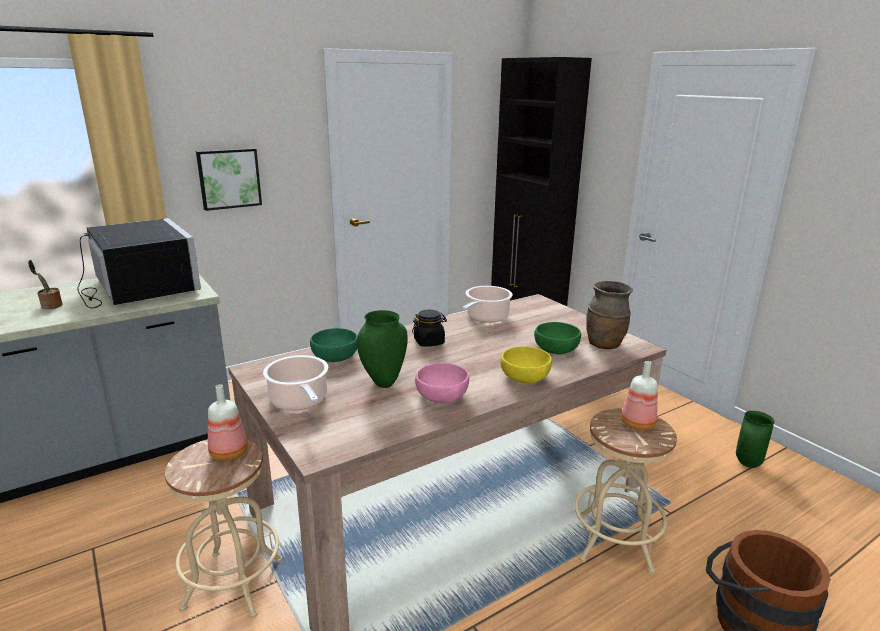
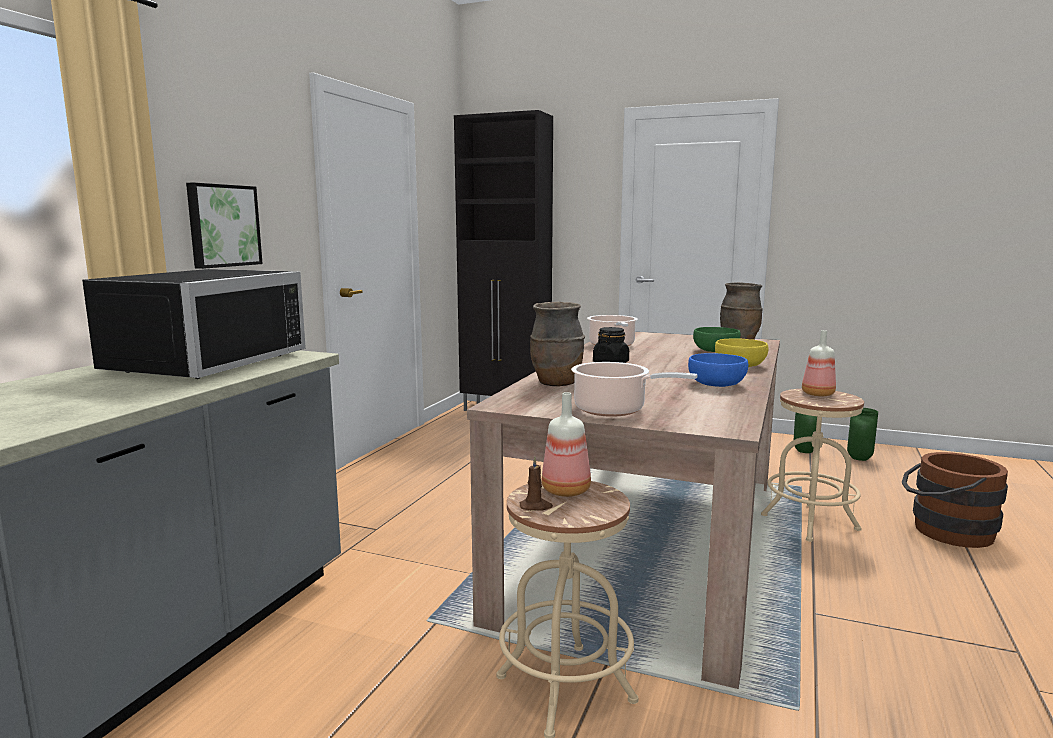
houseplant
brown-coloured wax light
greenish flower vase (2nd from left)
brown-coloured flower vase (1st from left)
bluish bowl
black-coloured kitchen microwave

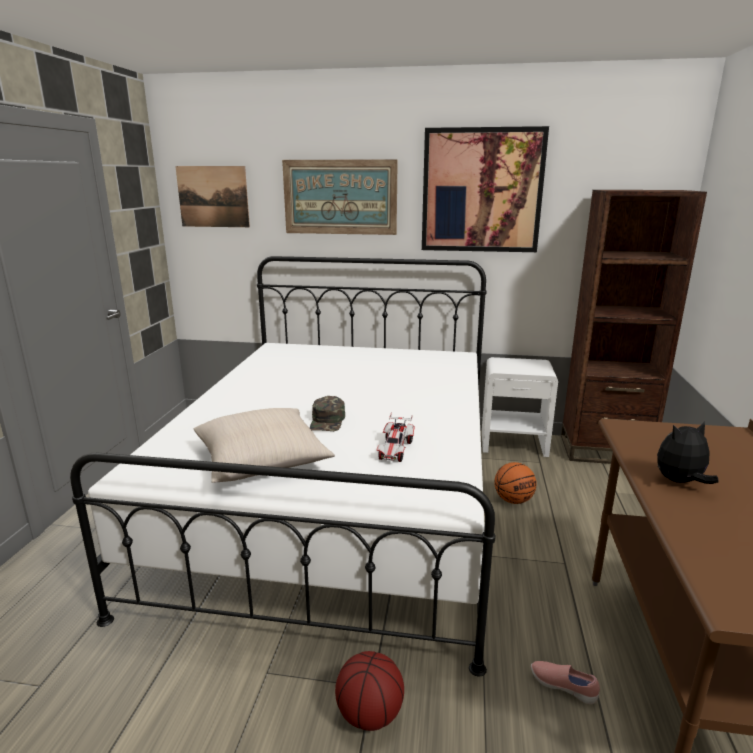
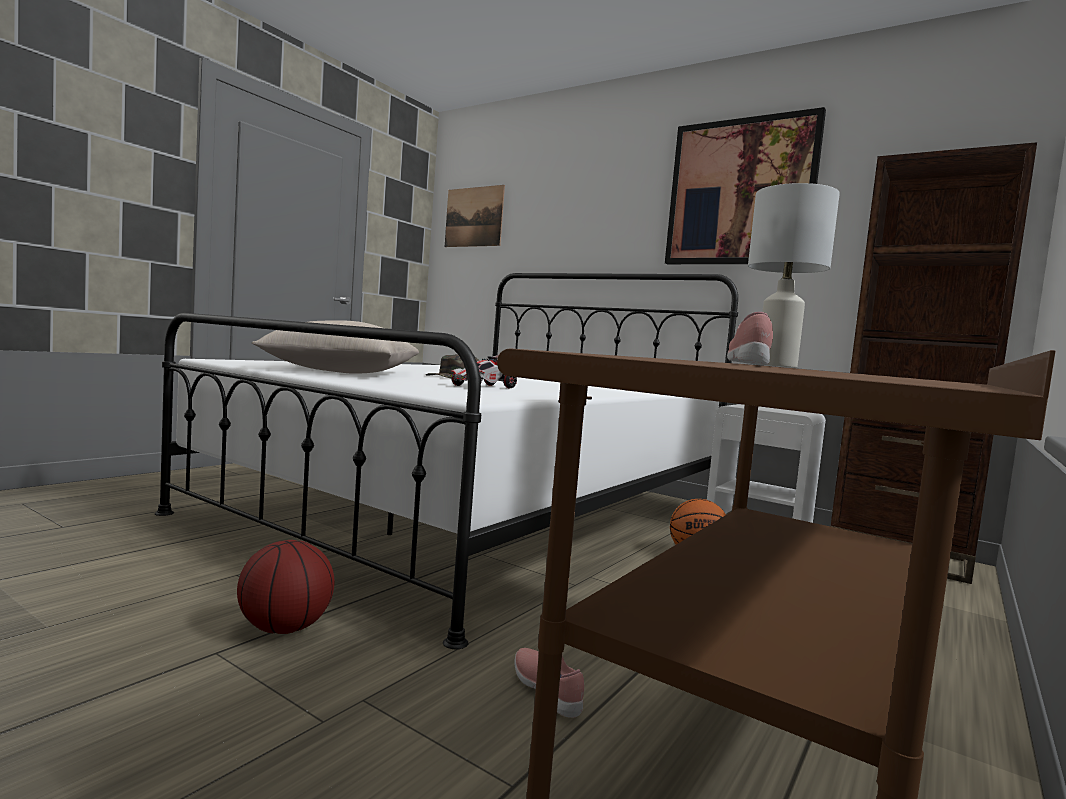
picture (2nd from left in the first image)
whitish table lamp
pink-coloured shoe (2nd from left)

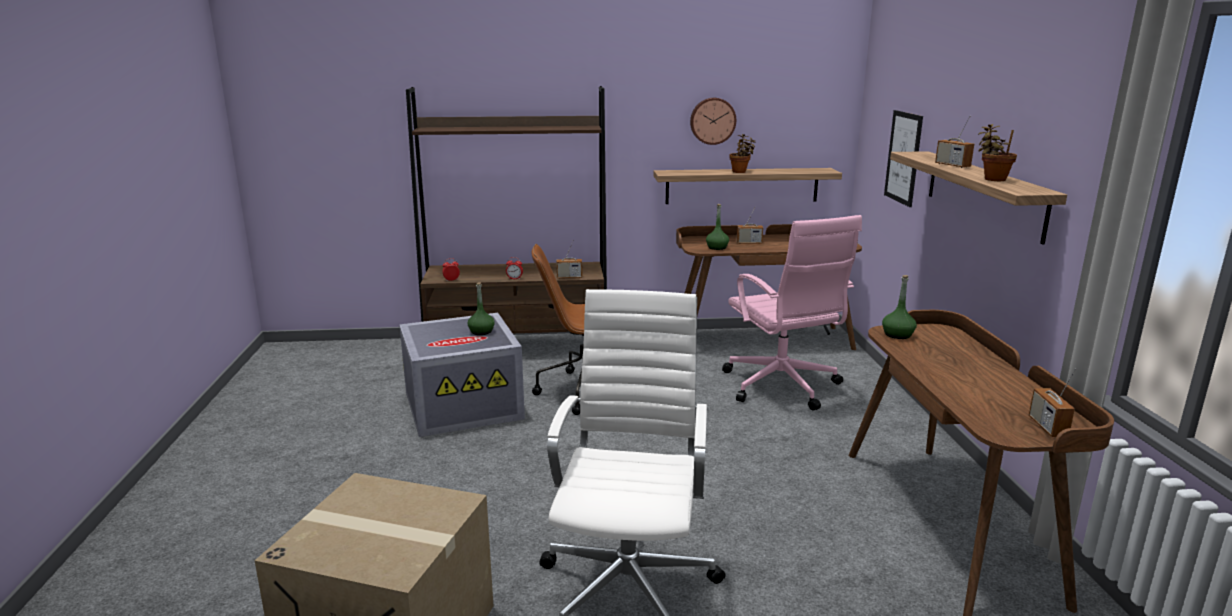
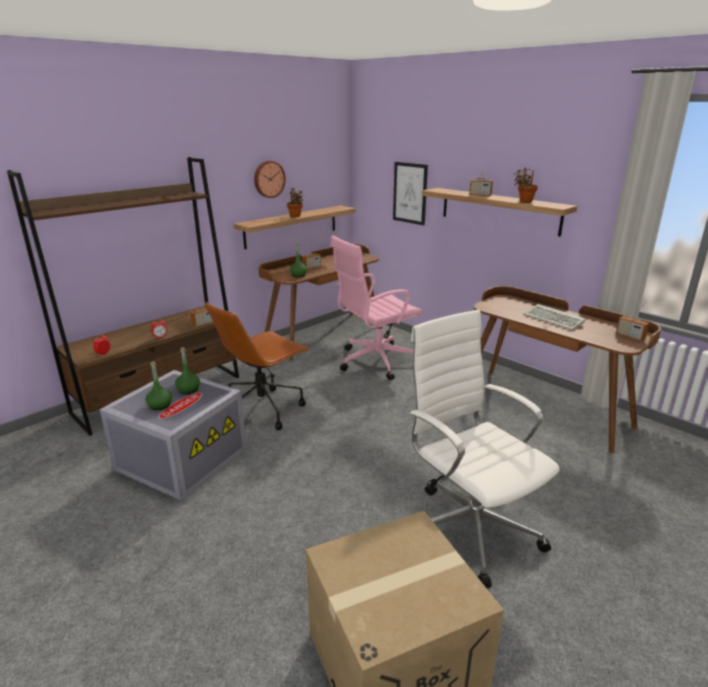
keyboard
greenish drink bottle (1st from left)
pink-coloured computer chair

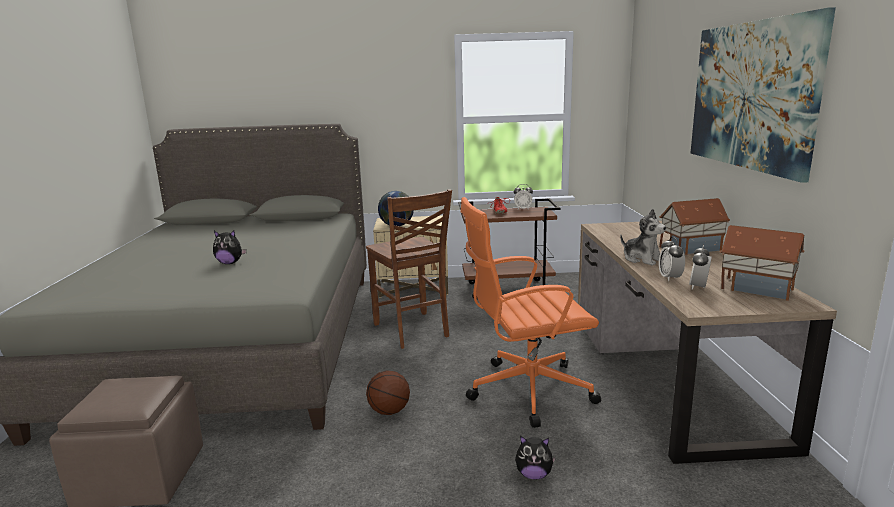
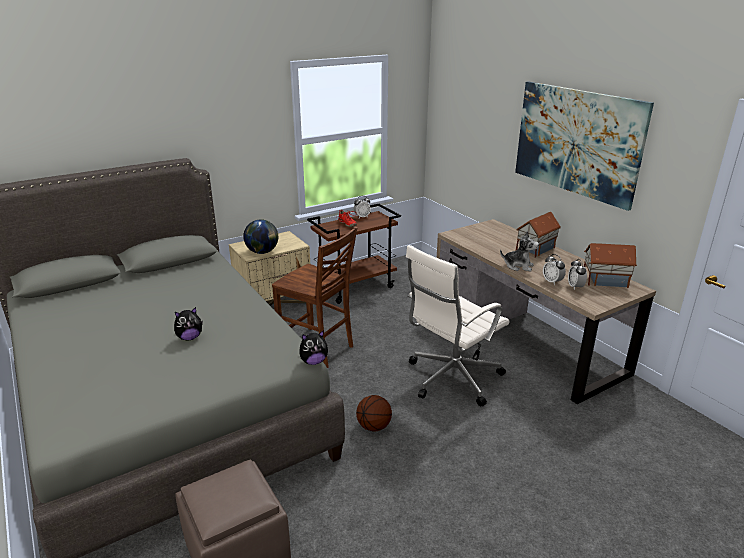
plush toy (2nd from left)
whitish computer chair

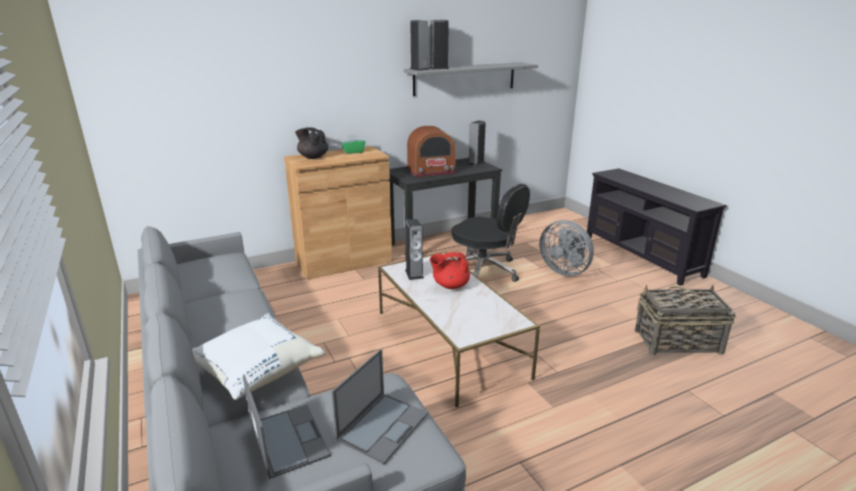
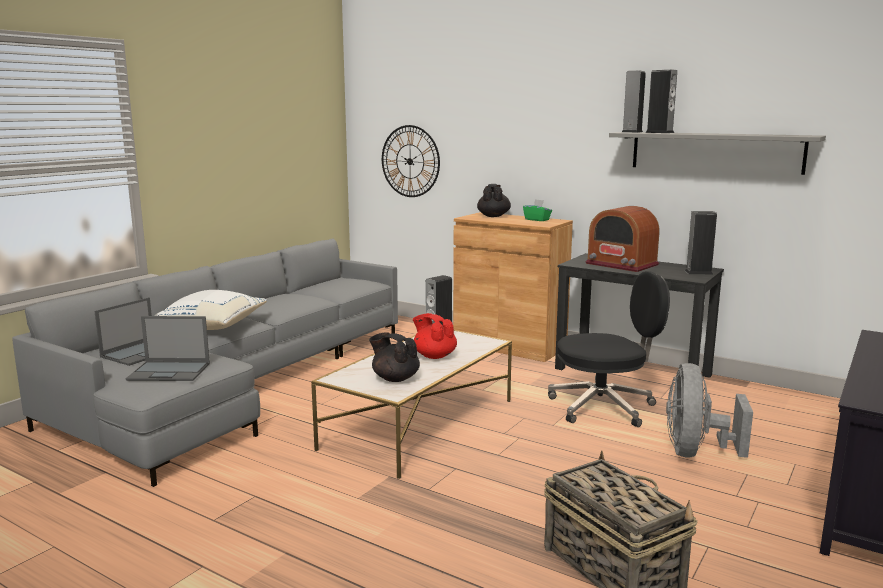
black-coloured tea pot (1st from left)
clock on the wall
black-coloured computer chair

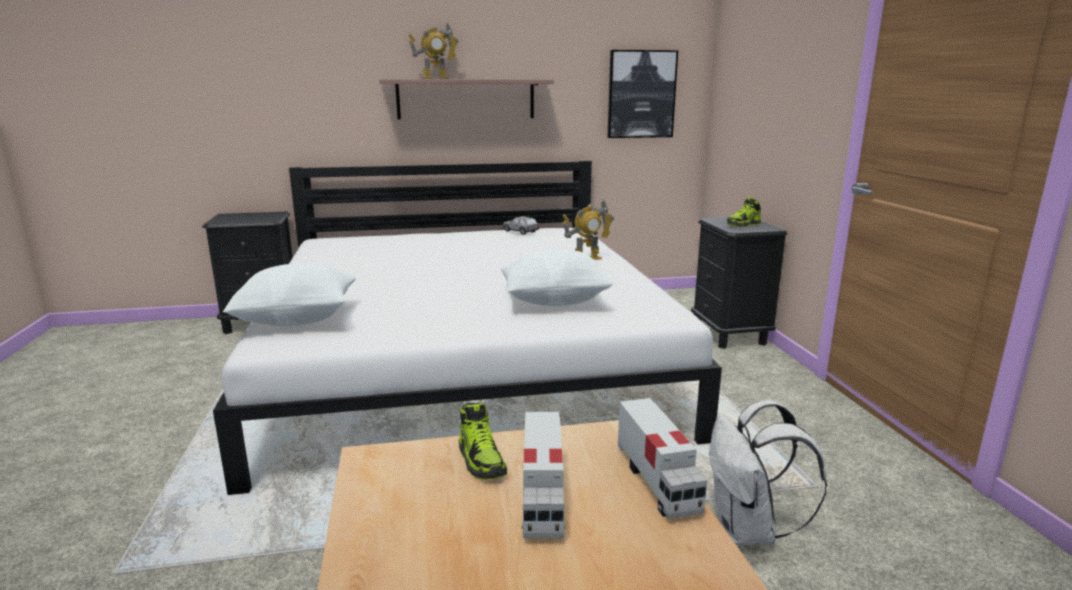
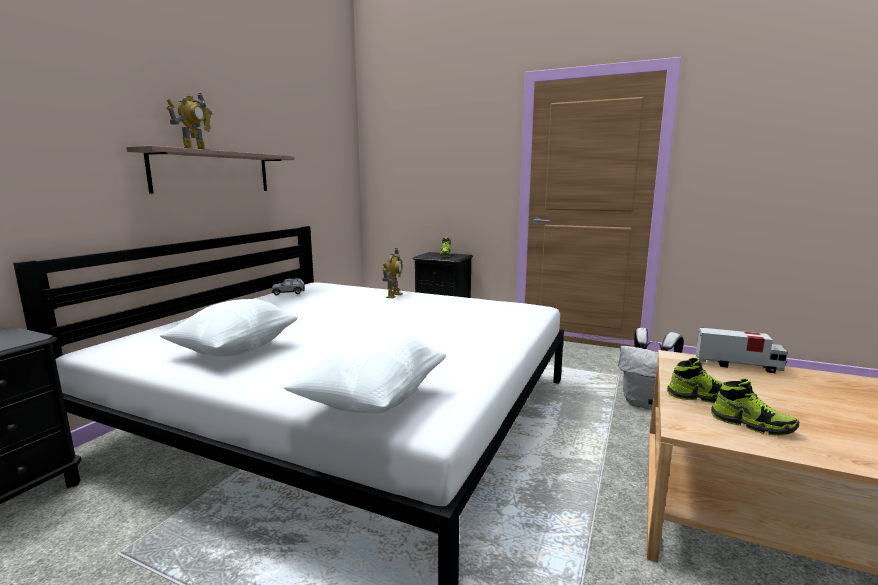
model truck (1st from left in the first image)
picture
shoe (3rd from left)
whitish throw pillow (1st from left)

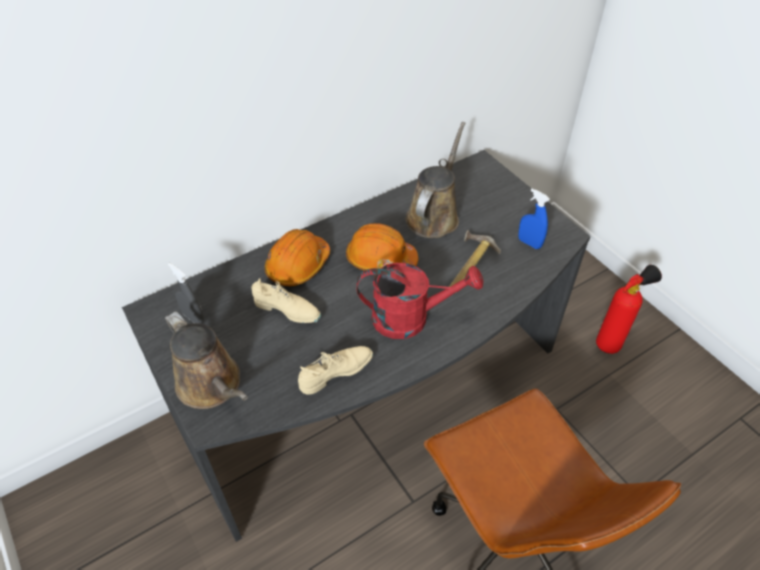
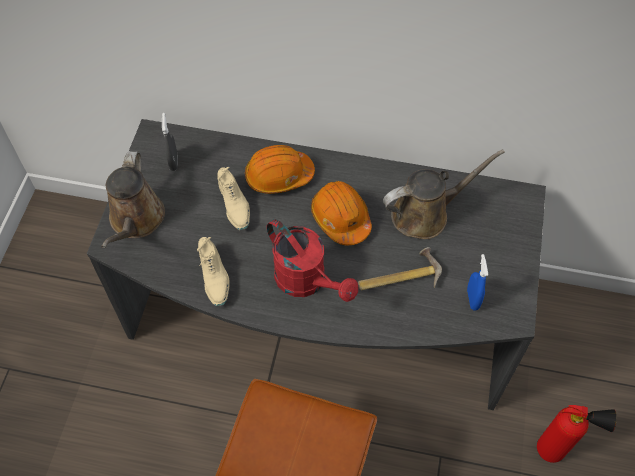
sand-coloured shoe (1st from left)

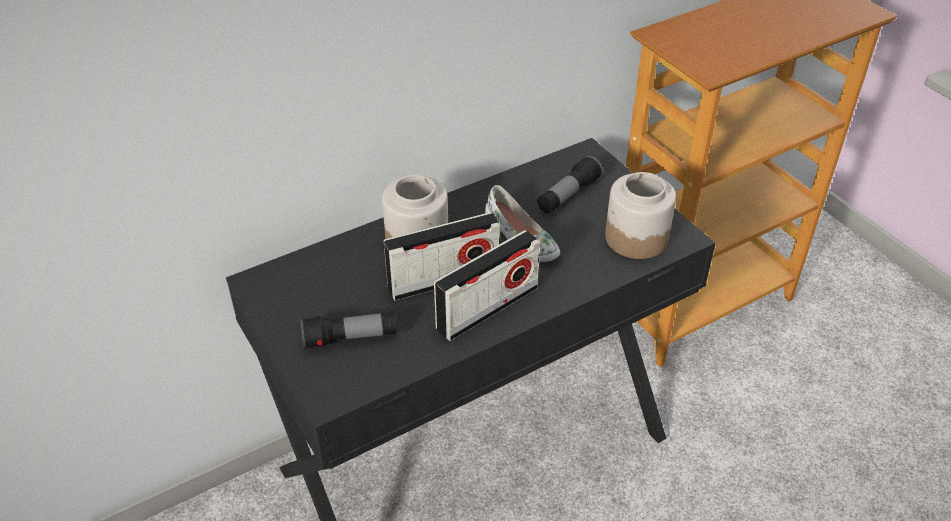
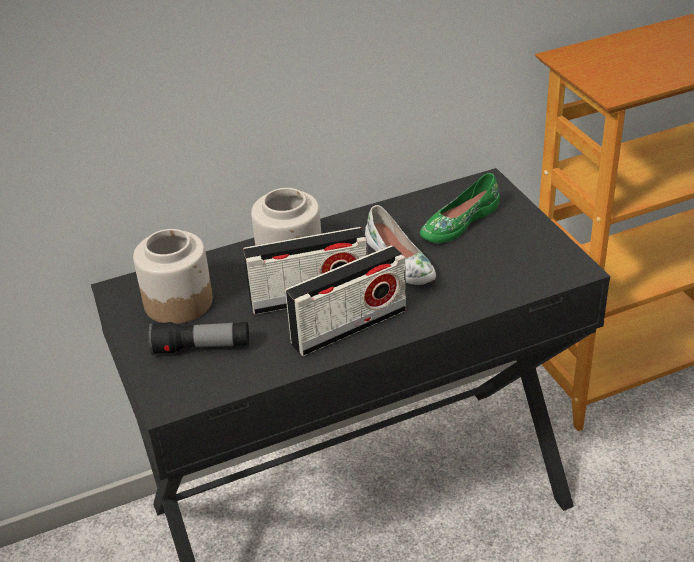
preserve jar (1st from left)
greenish shoe

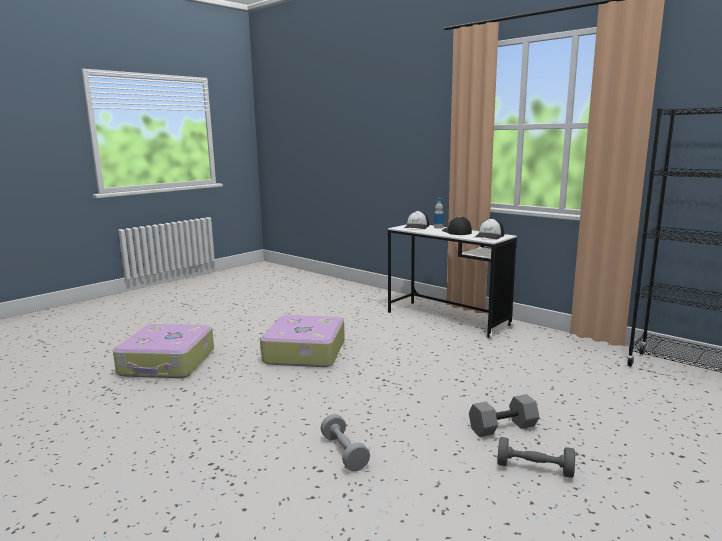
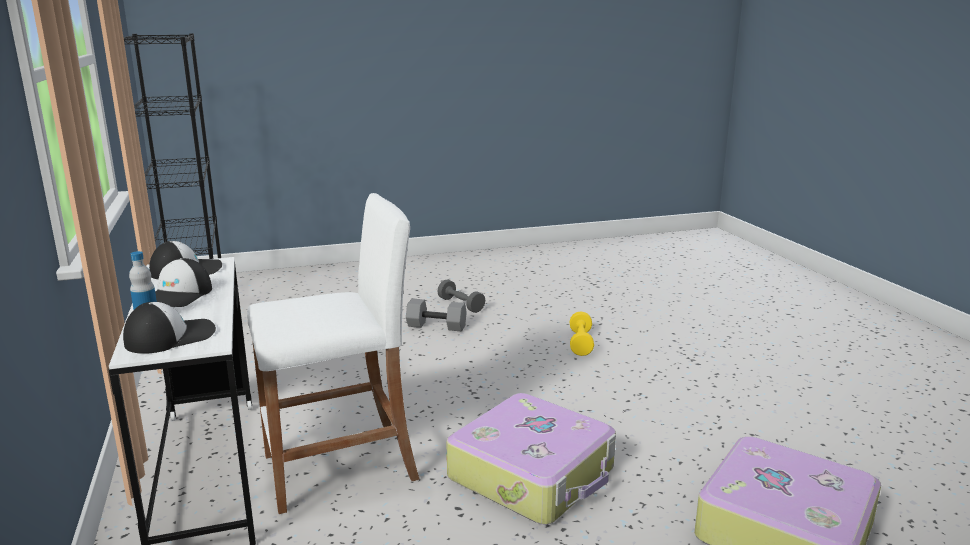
whitish stool
yellowish dumbbell

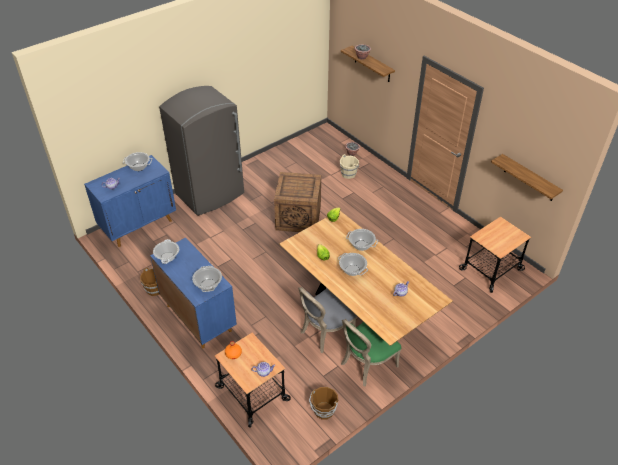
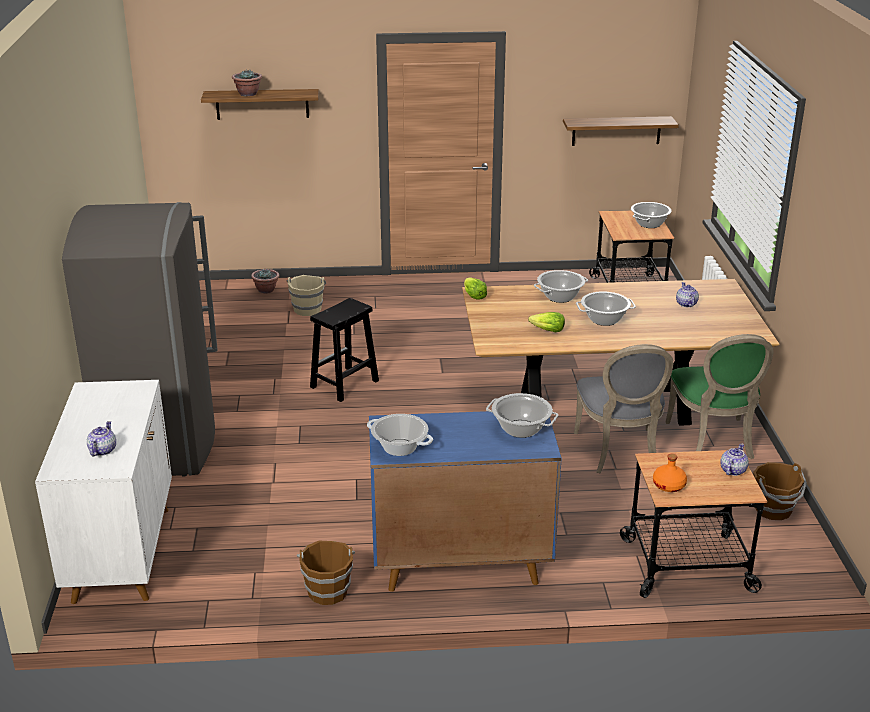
stockpot (5th from left)
black-coloured stool
whitish storage cabinet

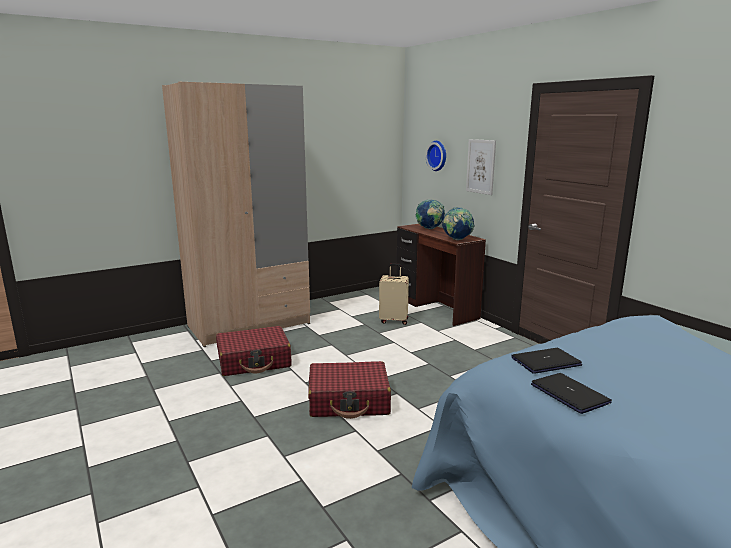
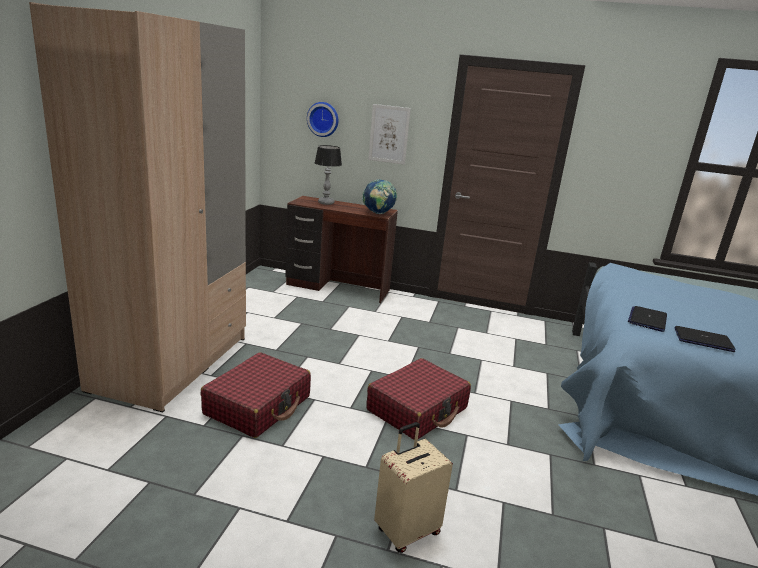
sand-coloured travel case
table lamp

